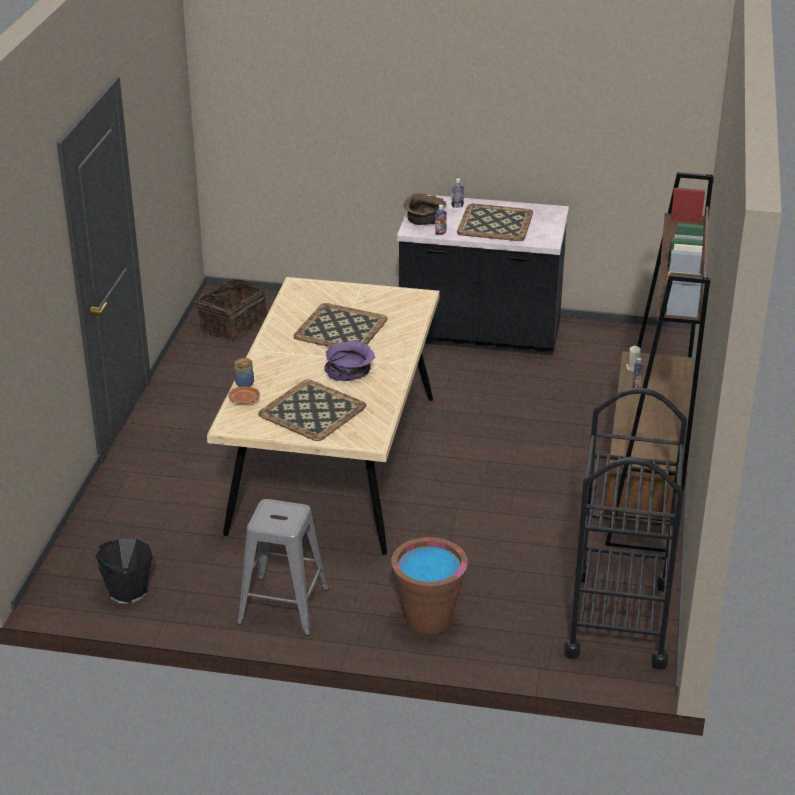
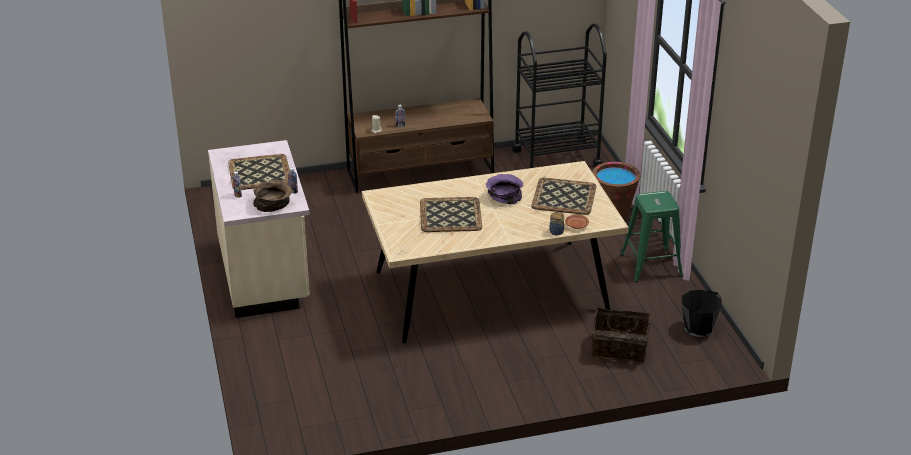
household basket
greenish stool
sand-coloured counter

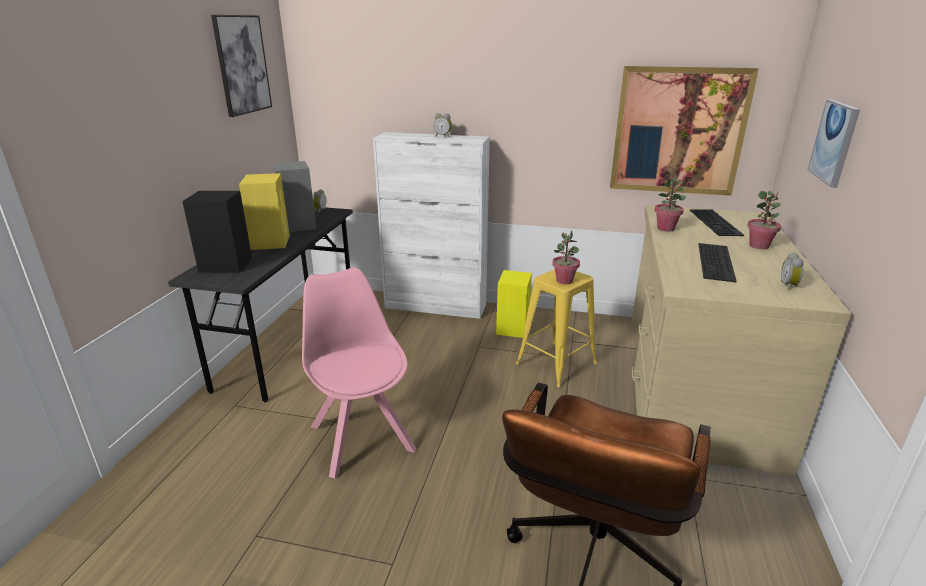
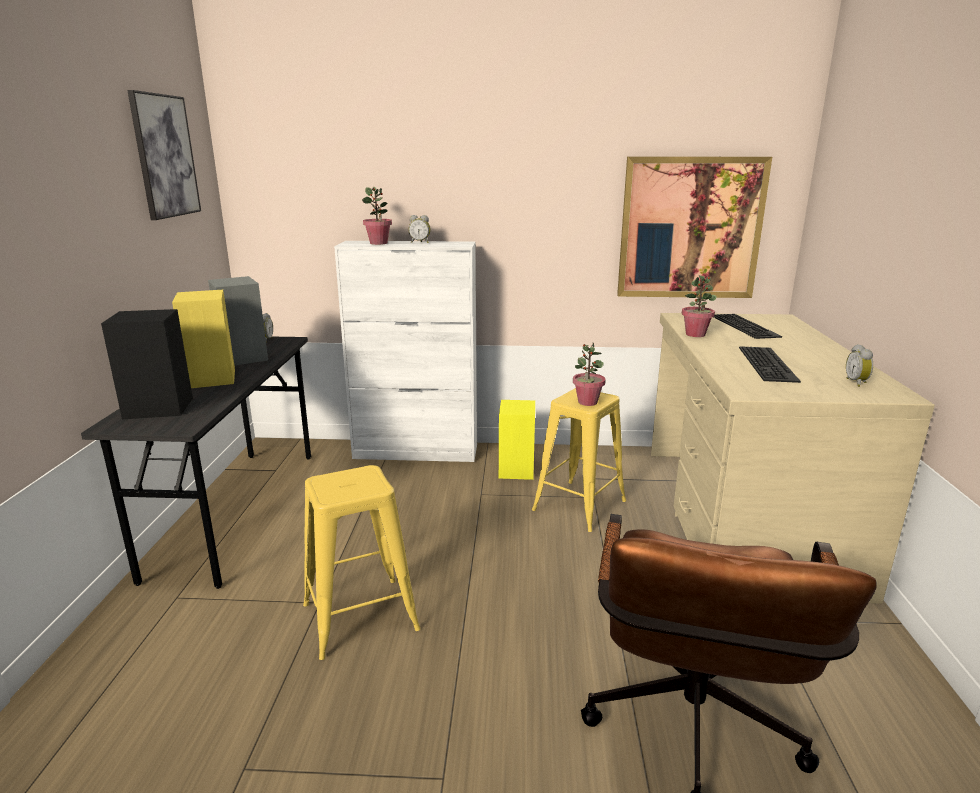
picture (3rd from left in the first image)
houseplant (1st from left)
yellowish stool (1st from left)

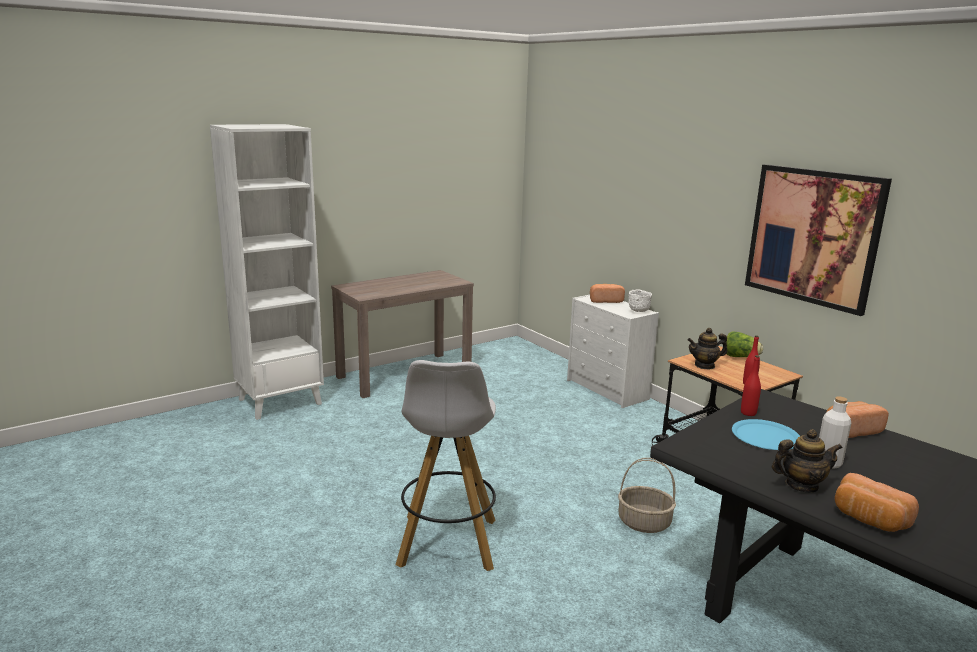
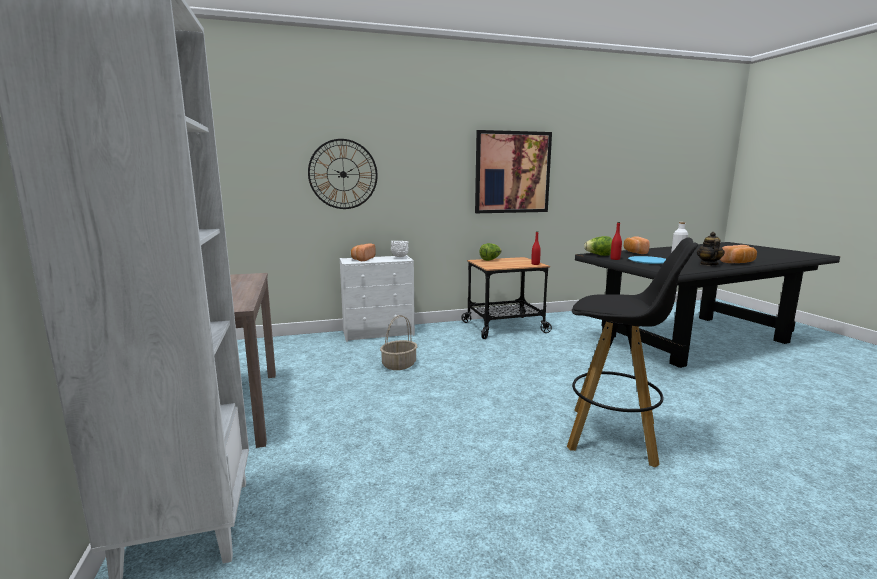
tea pot (1st from left in the first image)
clock on the wall
lettuce (2nd from left)
household basket
black-coloured stool

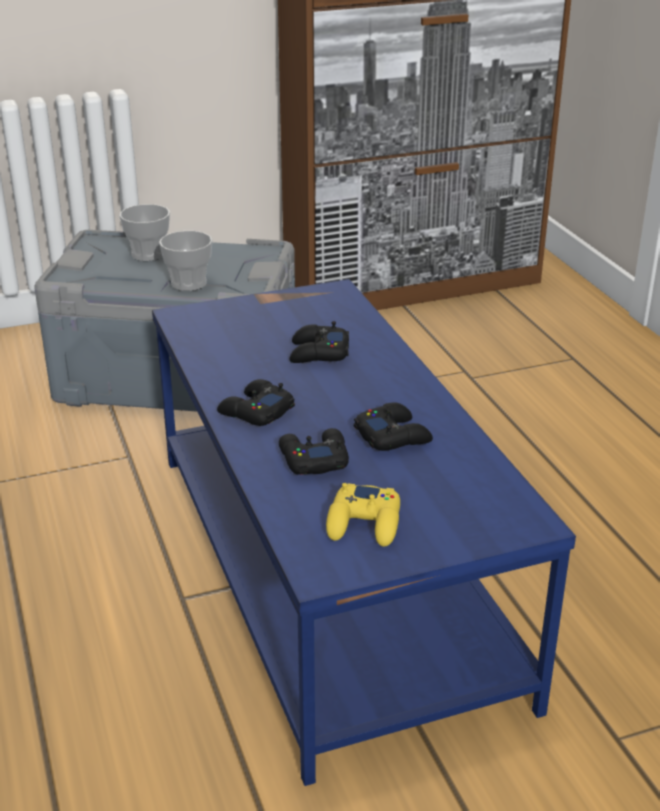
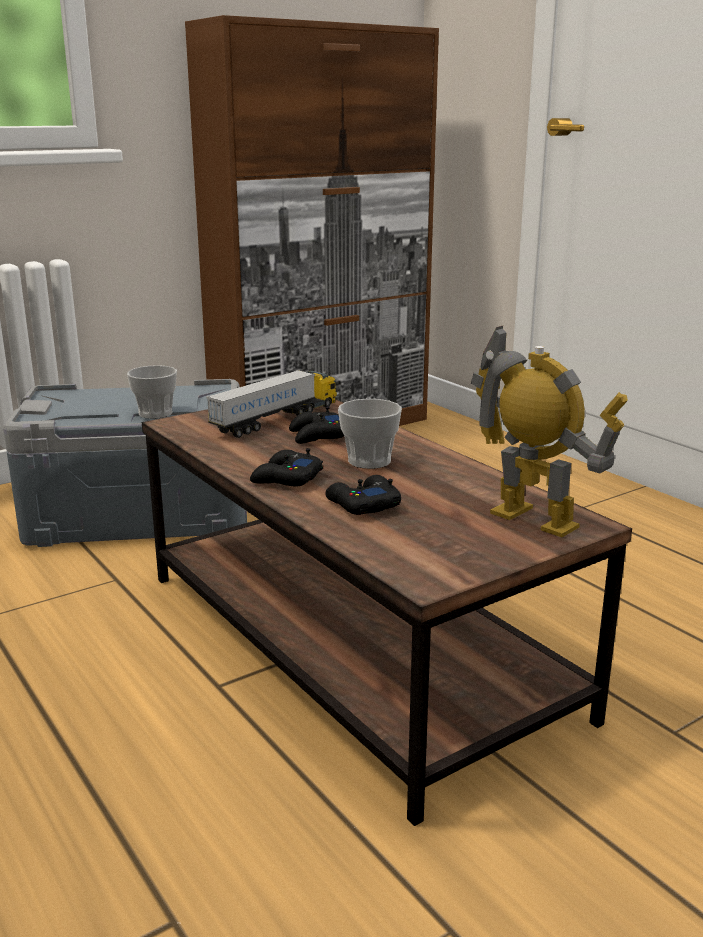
yellowish joypad
black-coloured joypad (4th from left in the first image)
model truck
toy robot
drinking cup (2nd from left)
brown-coloured low table

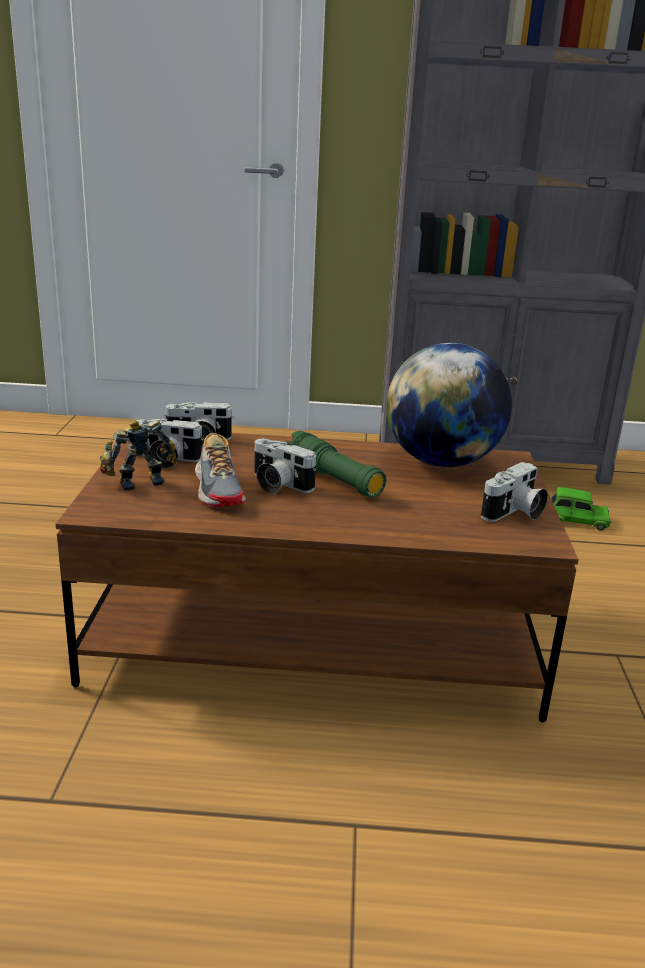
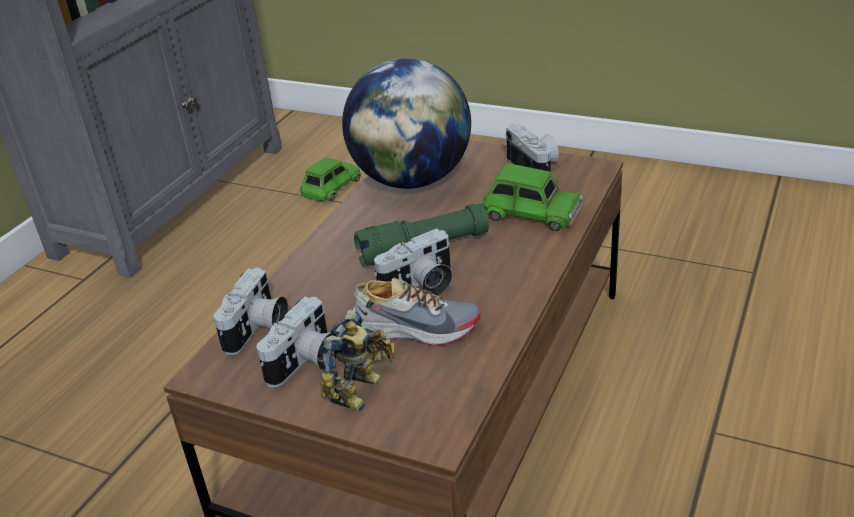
greenish toy car (2nd from left)
toy robot

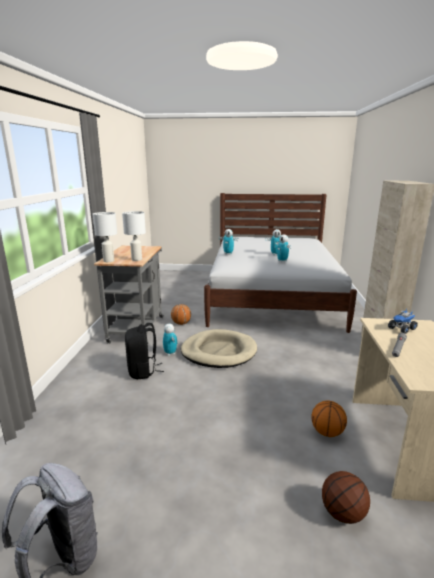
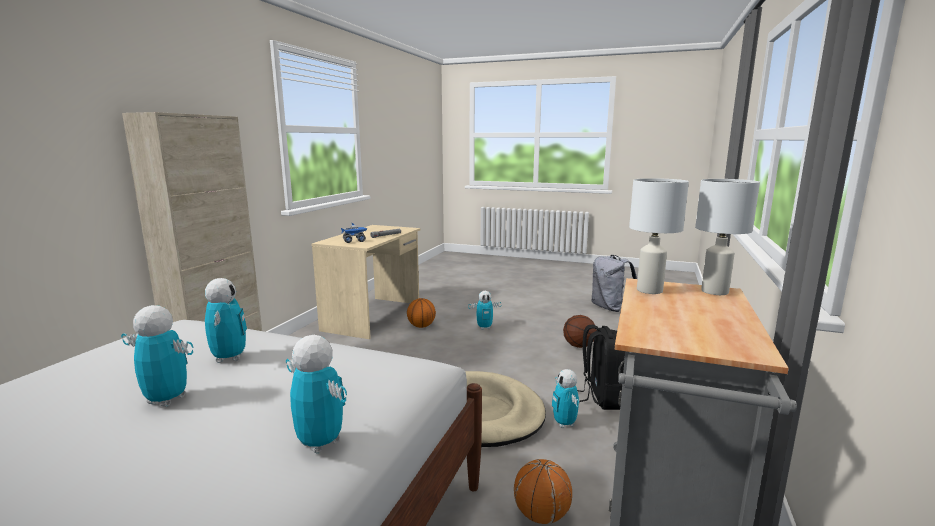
toy robot (4th from left)
basketball (3rd from left)

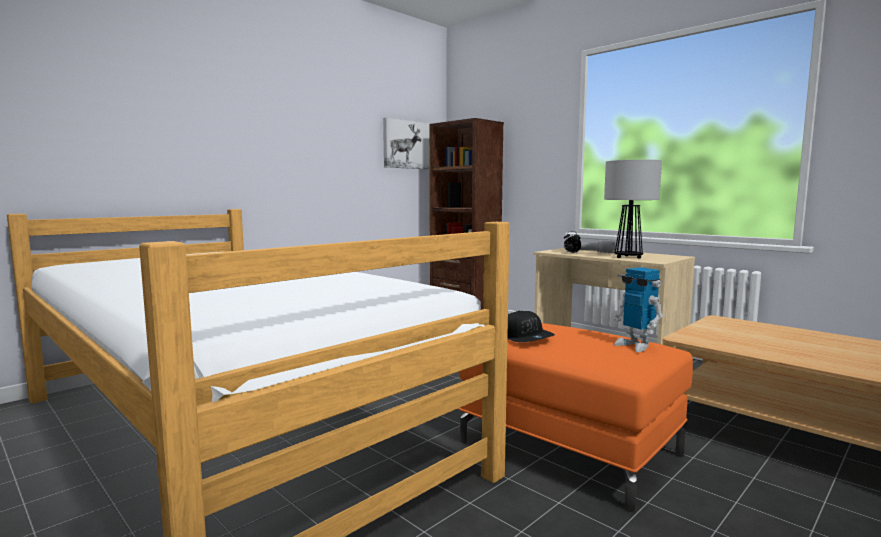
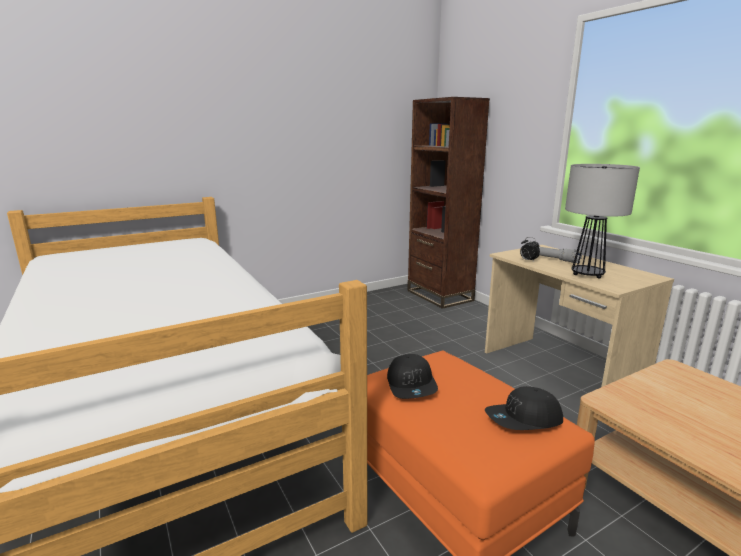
picture
black-coloured baseball cap (2nd from left)

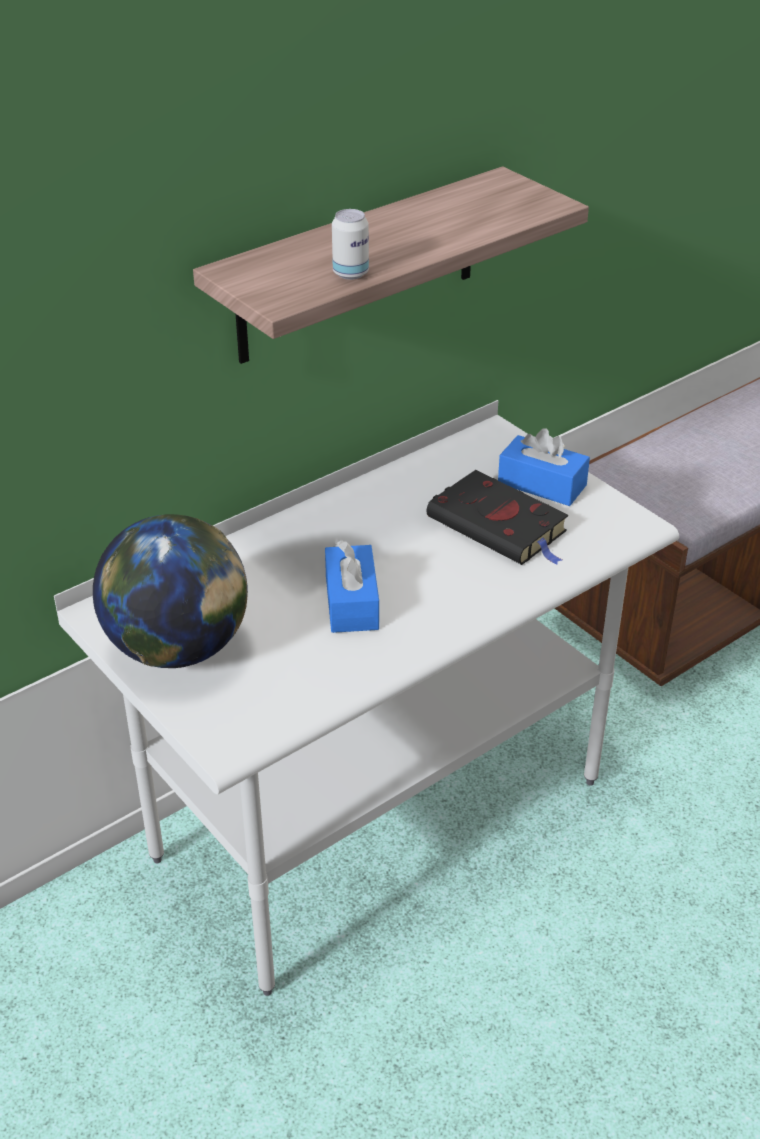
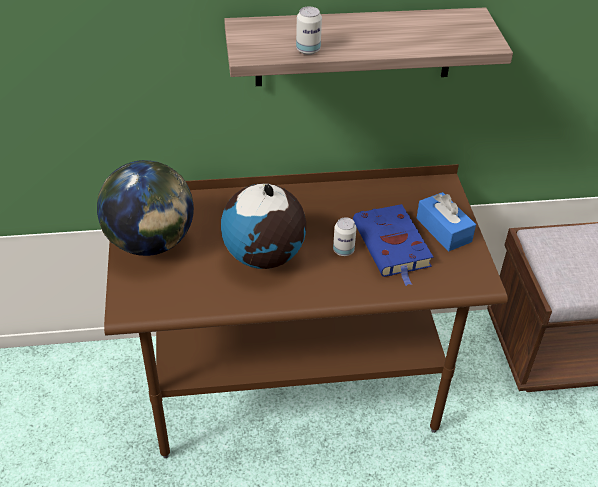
sealed can (2nd from left)
globe (2nd from left)
brown-coloured desk table
bluish book

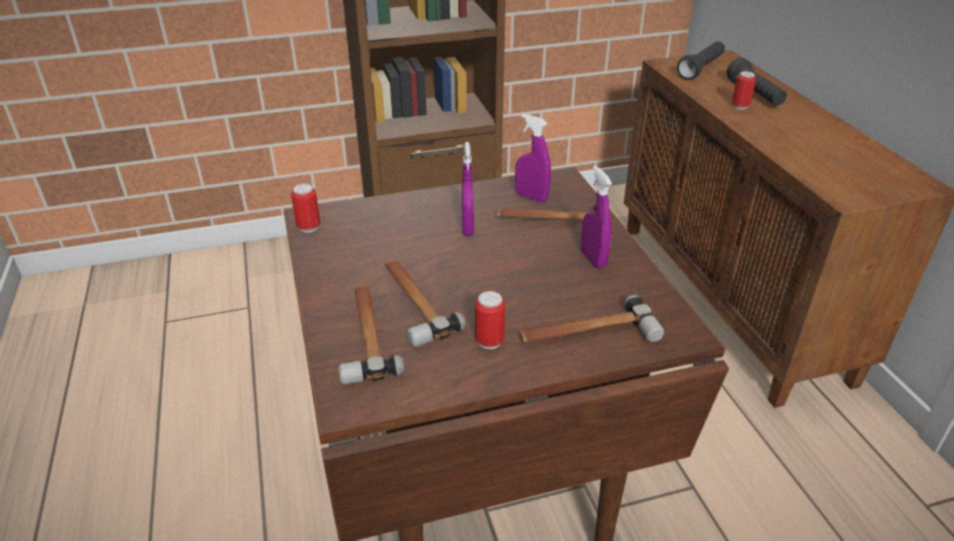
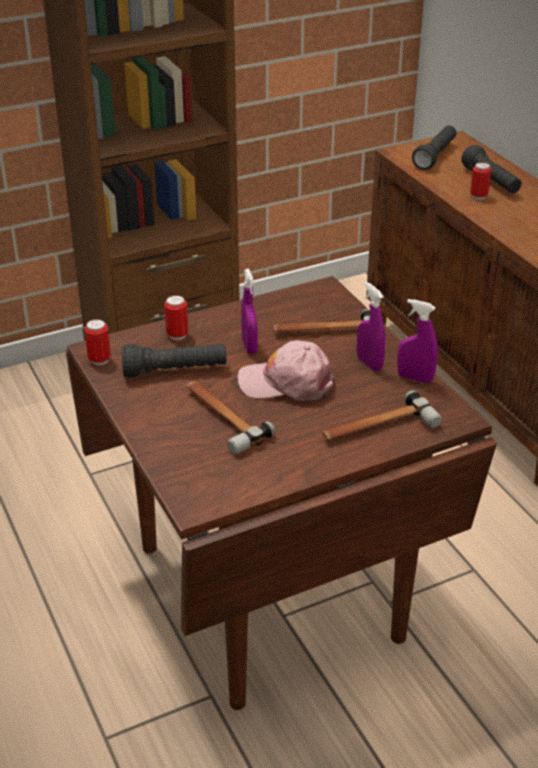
hammer (1st from left in the first image)
black-coloured hand torch (1st from left)
pink-coloured baseball cap
sealed can (2nd from left)
purplish hand sprayer (3rd from left)

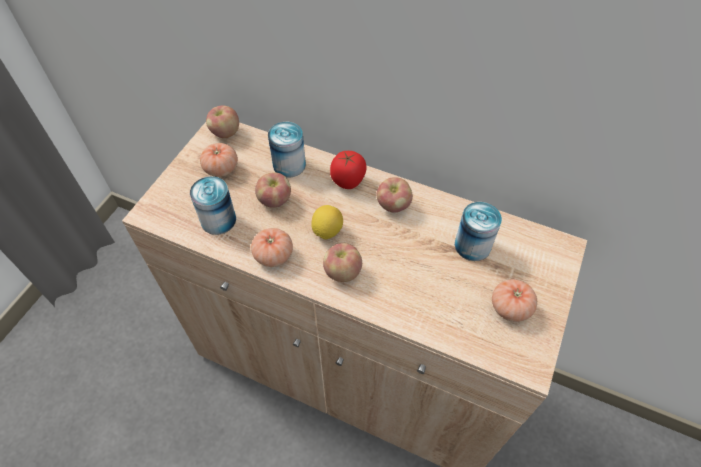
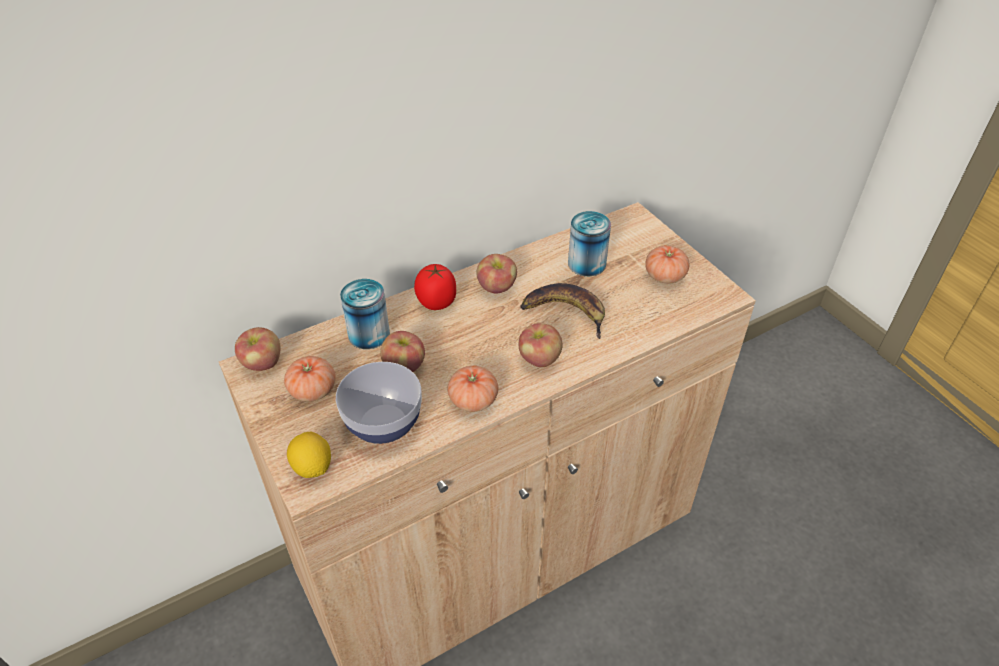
whole banana
citrus fruit
bowl

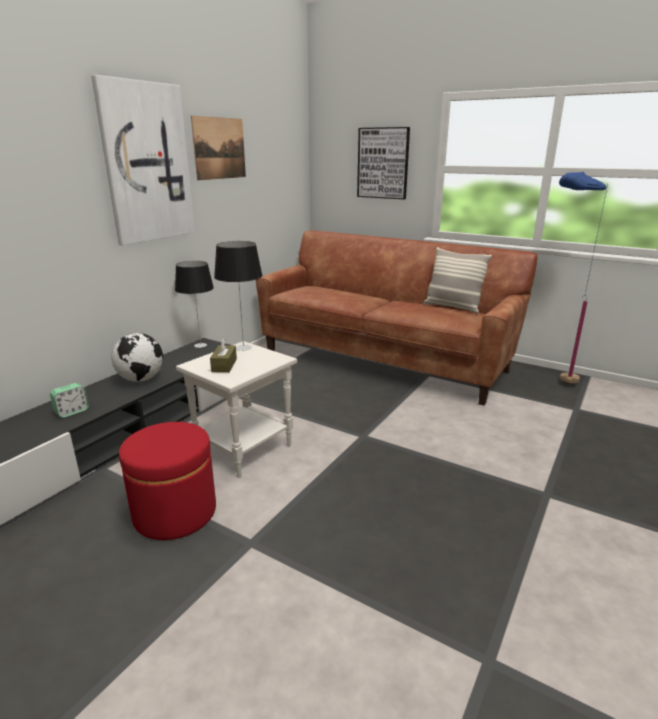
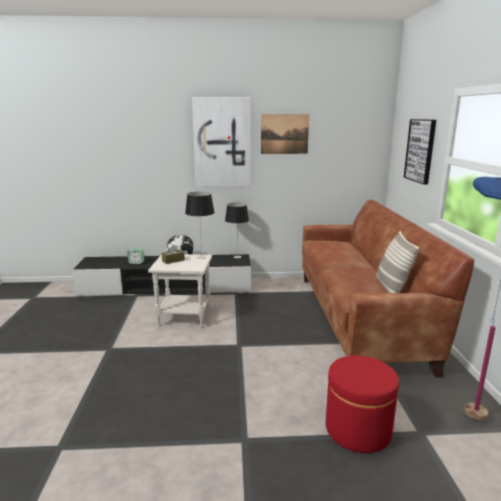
reddish pouffe

